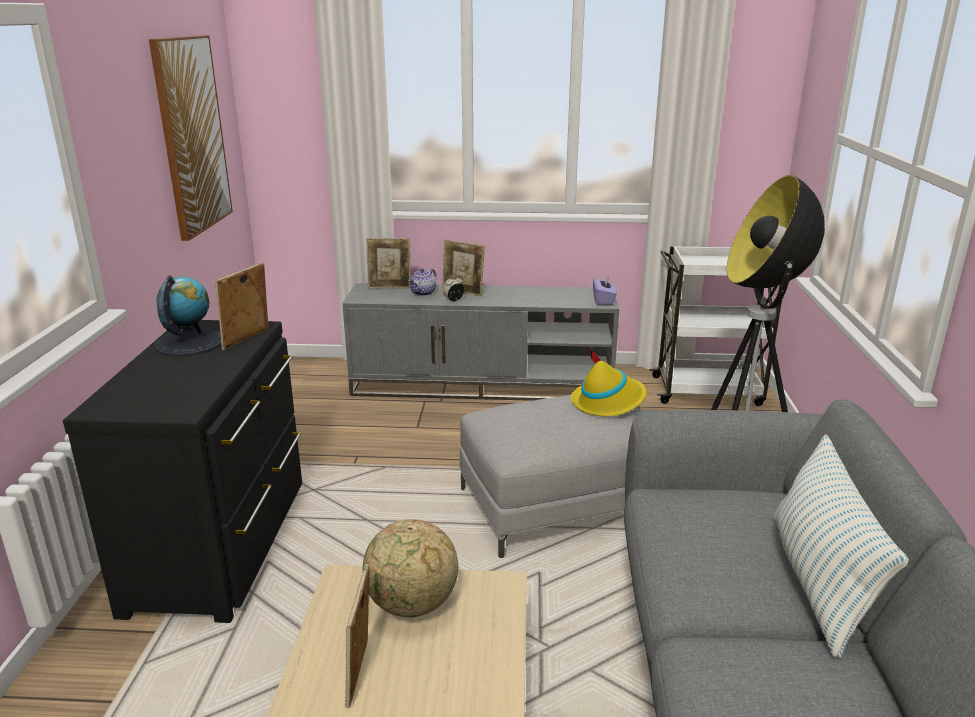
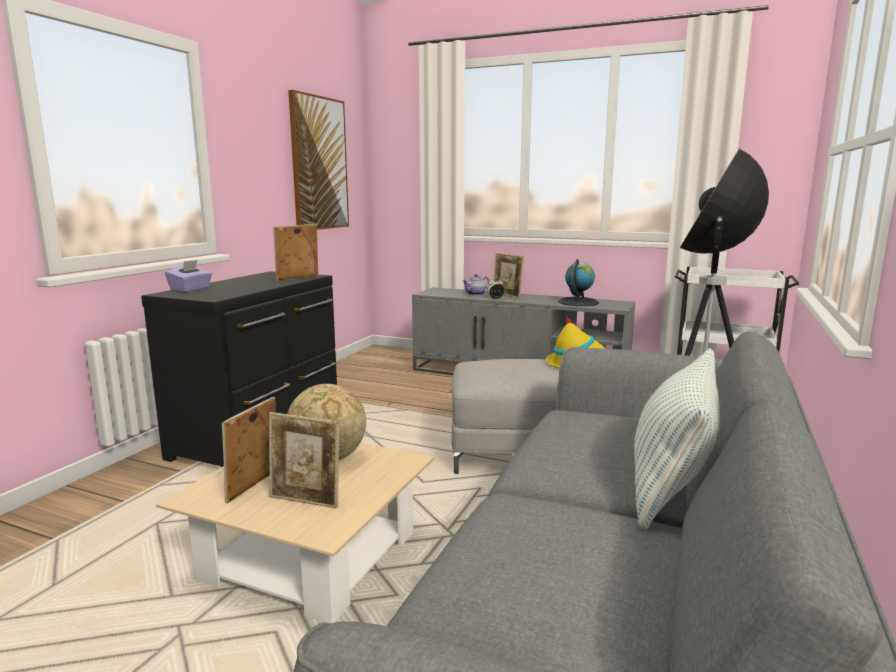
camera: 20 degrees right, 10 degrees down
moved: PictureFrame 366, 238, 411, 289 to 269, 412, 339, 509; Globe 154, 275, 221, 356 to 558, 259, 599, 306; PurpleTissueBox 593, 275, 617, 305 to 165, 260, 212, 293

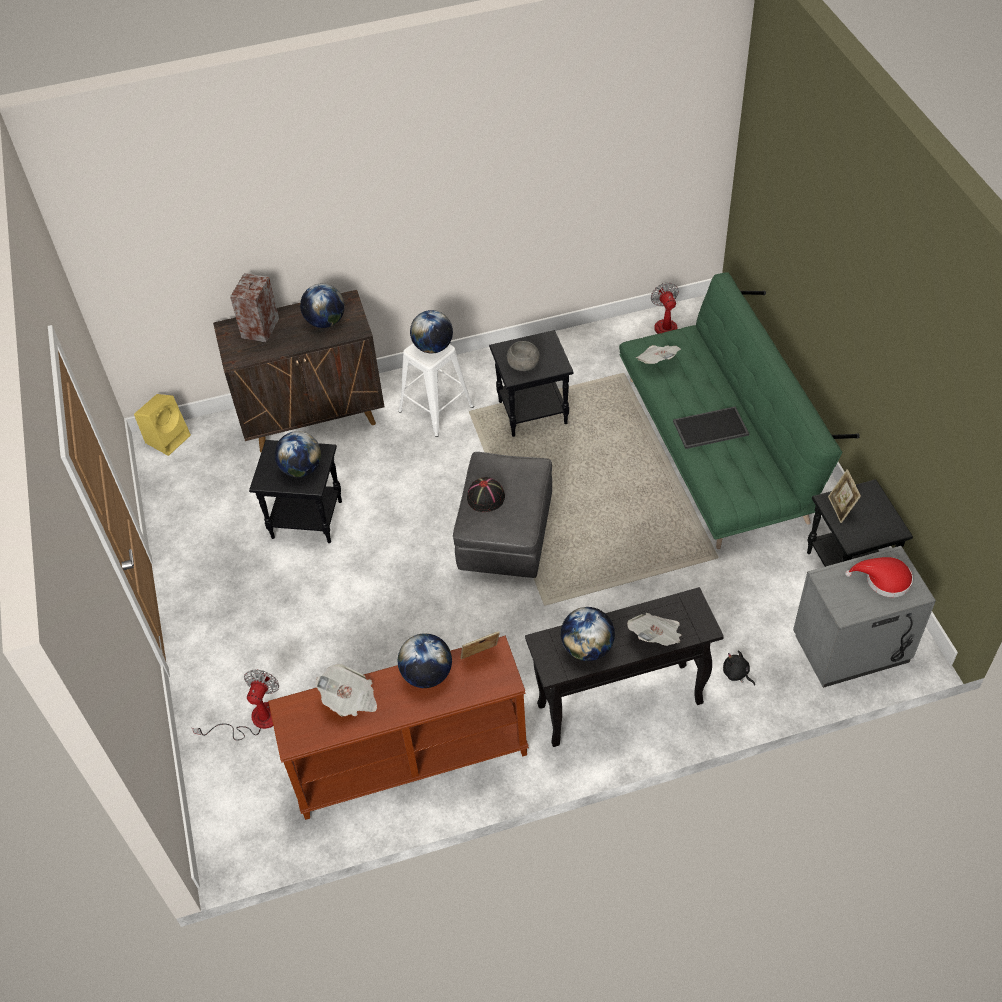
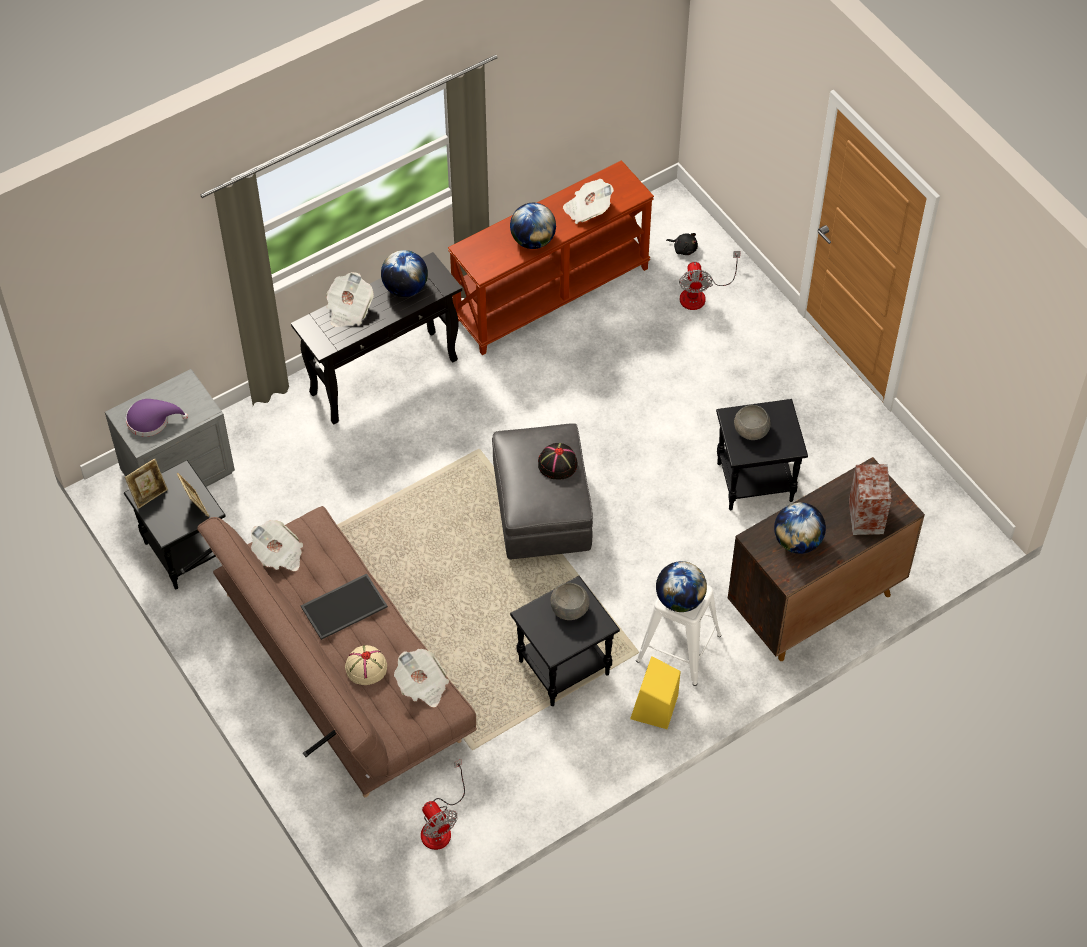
camera: 160 degrees right, 5 degrees up
added: Newspaper 251, 520, 303, 571; BeigeHat 345, 645, 387, 685
moved: YellowSpeaker 134, 394, 191, 456 to 630, 656, 681, 729; PictureFrame 460, 631, 500, 659 to 125, 458, 168, 509; BlackPlushToy 723, 651, 755, 686 to 666, 233, 698, 255
replaced: Globe 275, 431, 321, 477 to GreyBowl 734, 405, 770, 440
recoloured: GreenSofa 619, 272, 860, 549 to BrownSofa 180, 506, 477, 797; RedHat 845, 557, 913, 597 to PurpleHat 126, 399, 188, 436

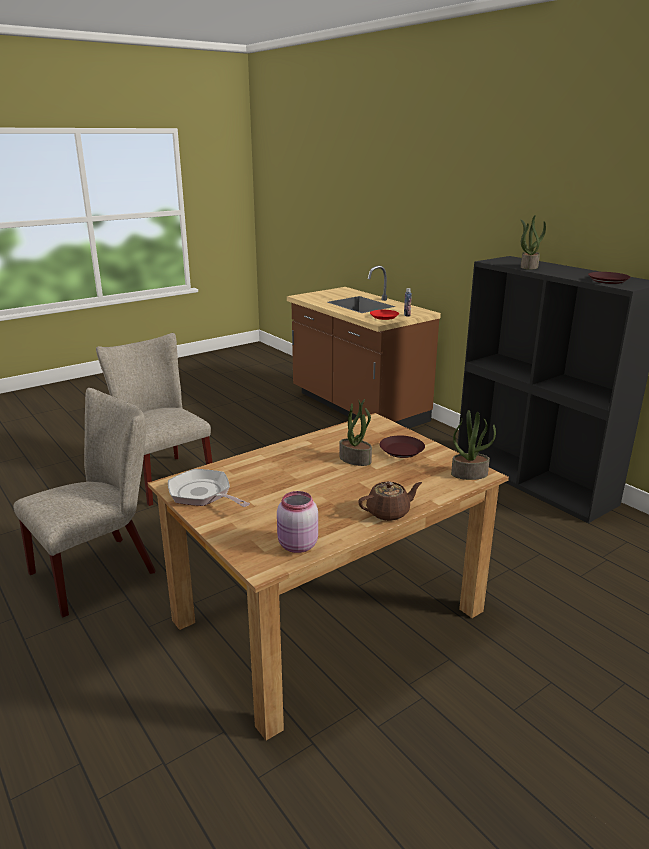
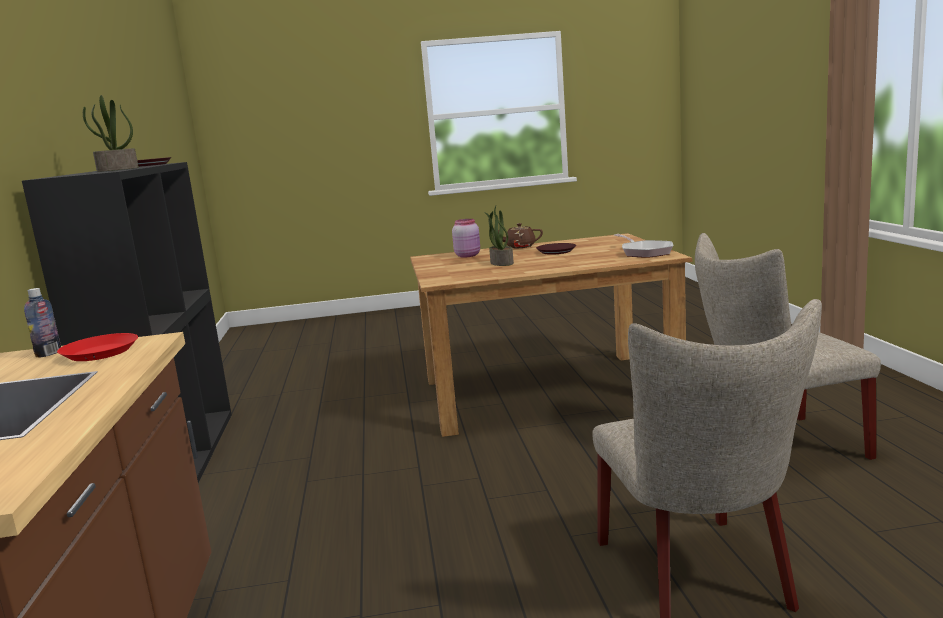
camera: 150 degrees left, 10 degrees down
removed: PottedPlant 451, 410, 496, 480
moved: BrownPlate 379, 436, 425, 458 to 536, 243, 576, 255; PinkJar 277, 491, 318, 553 to 452, 219, 480, 258

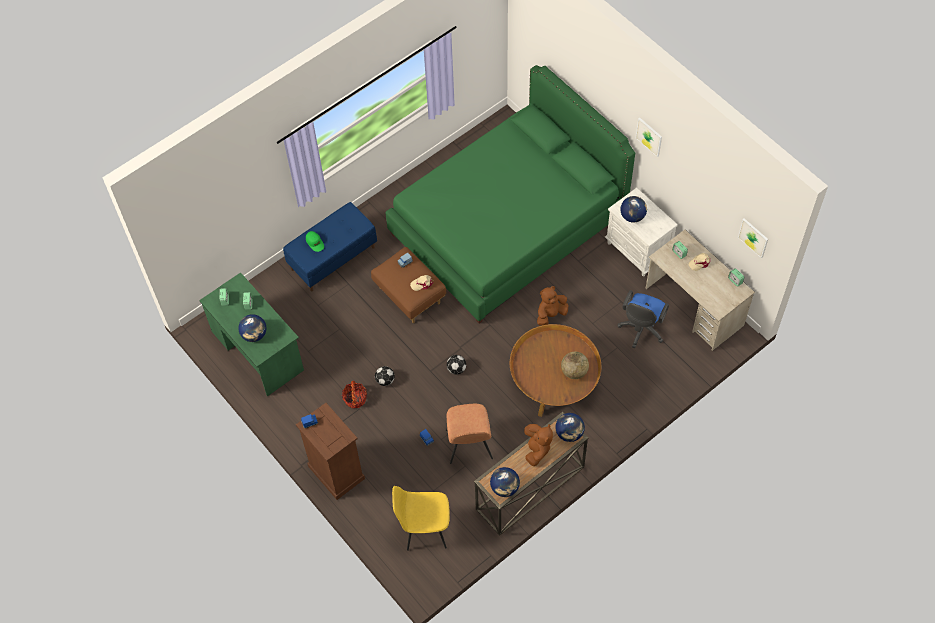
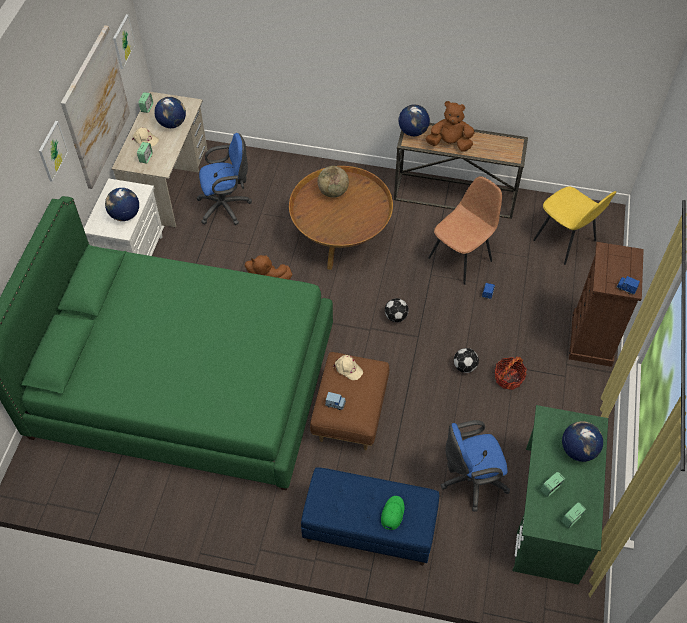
camera: 130 degrees left, 5 degrees down
added: Picture 61, 25, 130, 189; BlueOfficeChair 441, 420, 510, 512
moved: Globe 490, 467, 520, 497 to 154, 97, 186, 128
turned: BrownPlushToy 524, 424, 553, 466 = 426, 101, 475, 152 45 degrees clockwise

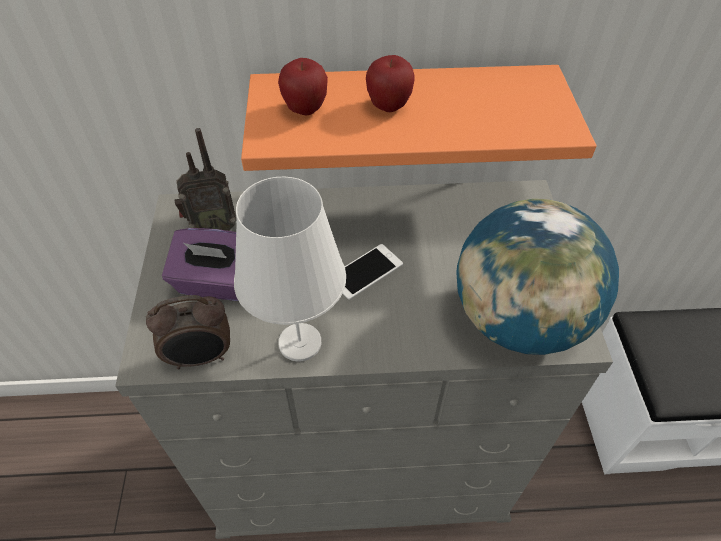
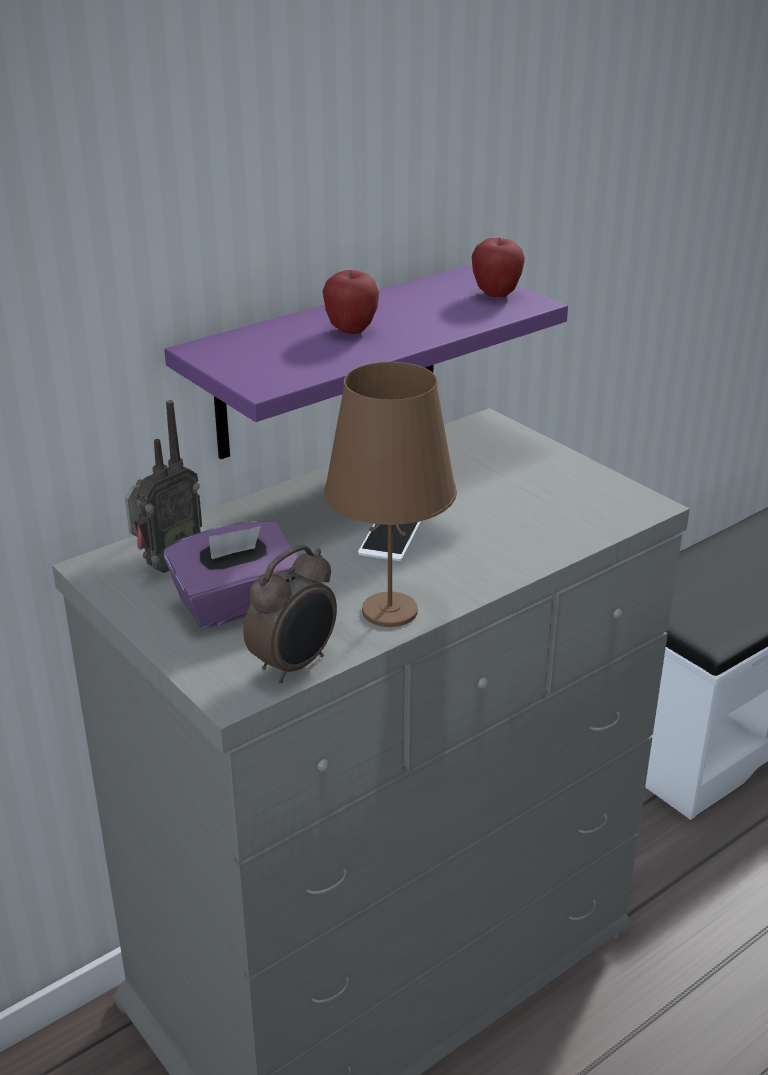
camera: 35 degrees left, 20 degrees down
removed: Globe 456, 199, 619, 355
moved: Apple 278, 58, 328, 115 to 472, 237, 525, 297
recoloured: OrangeShelf 241, 65, 596, 171 to PurpleShelf 164, 266, 568, 459; WhiteTableLamp 234, 177, 346, 362 to BrownTableLamp 324, 362, 457, 627

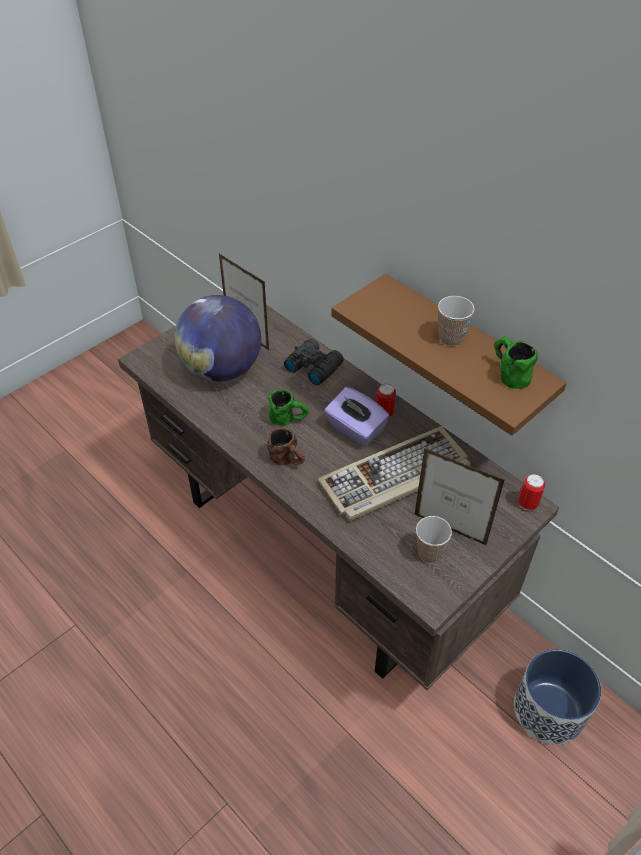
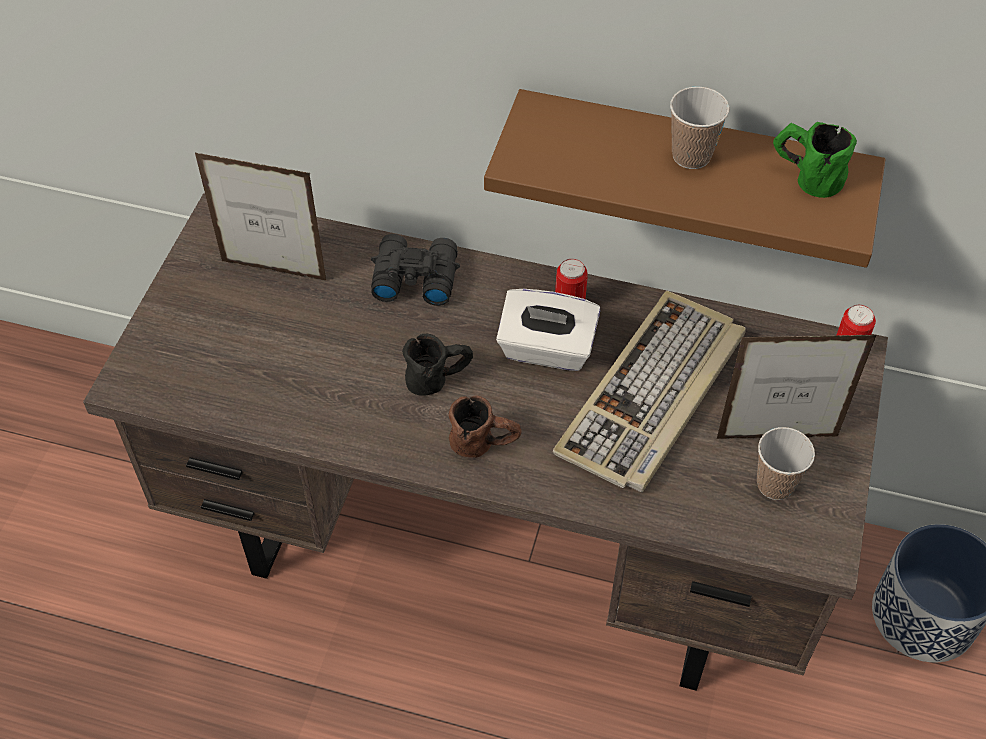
camera: 30 degrees left, 5 degrees up
removed: Globe 175, 295, 261, 382
recoloured: PurpleTissueBox 325, 387, 389, 447 to WhiteTissueBox 496, 289, 600, 371; GreenMug 268, 390, 309, 426 to BlackMug 402, 334, 473, 396

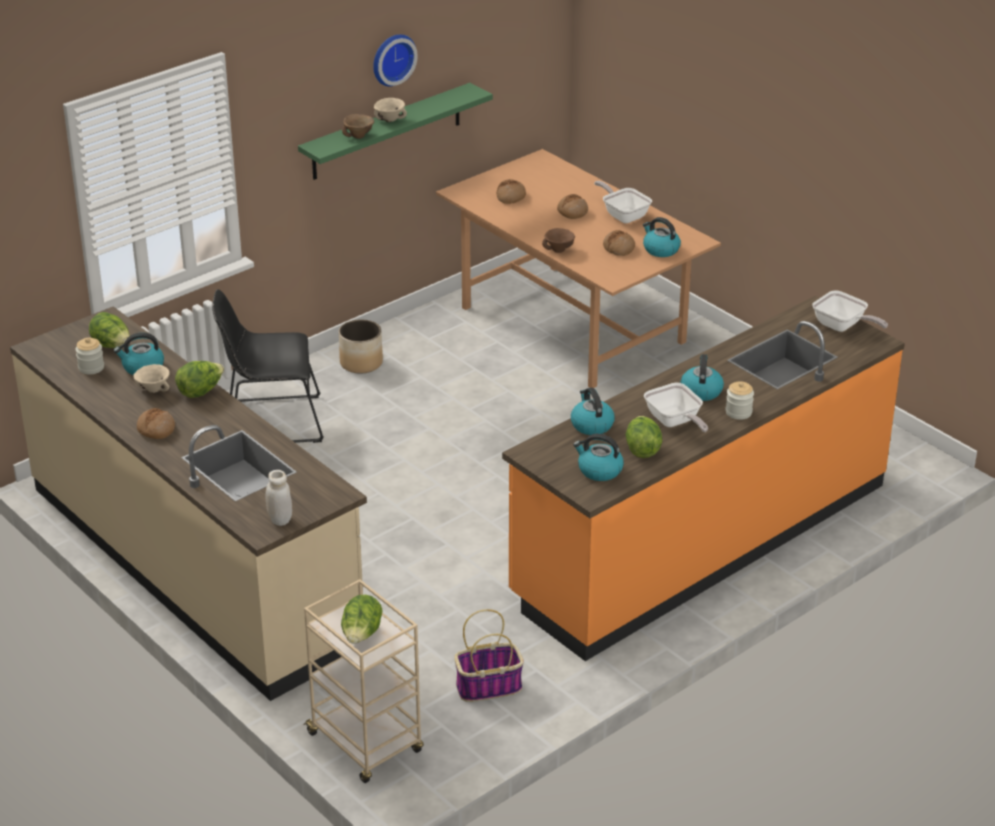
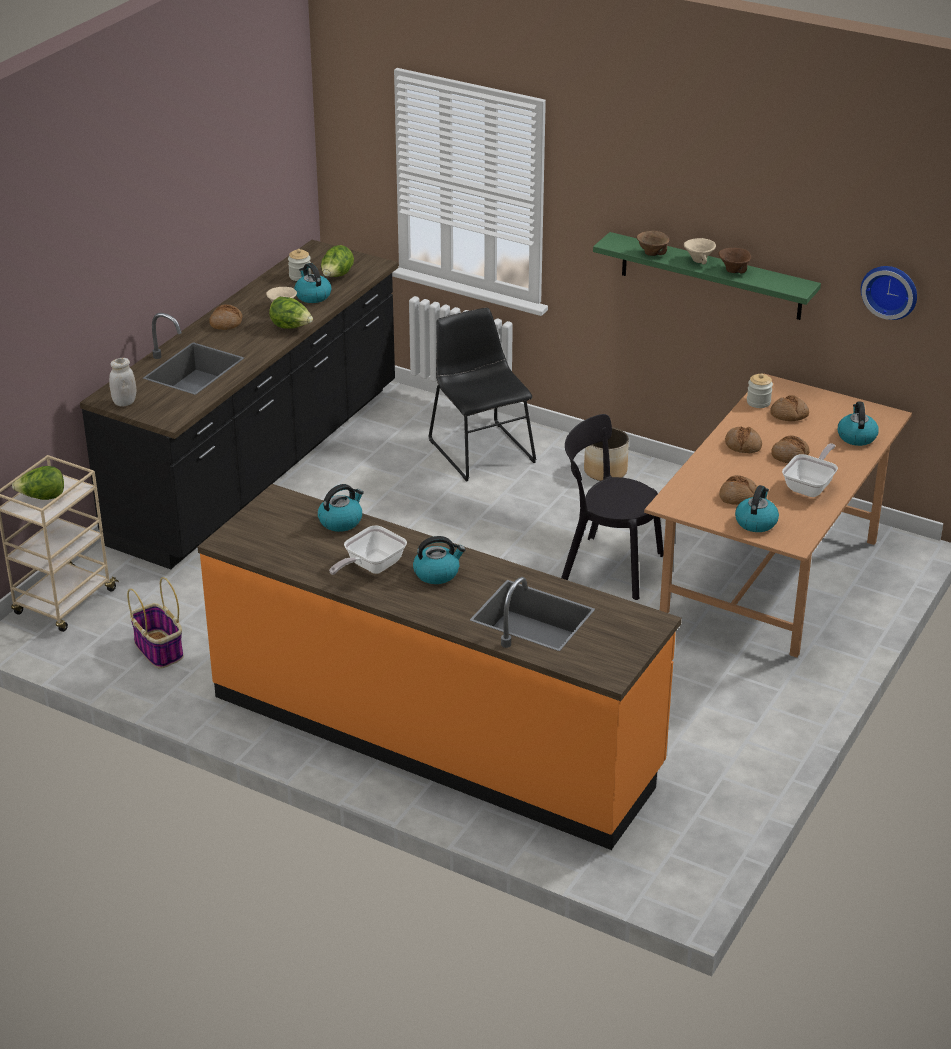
camera: 70 degrees right, 0 degrees up
removed: FryingPan 812, 290, 888, 332; Lettuce 626, 416, 662, 458
added: BlackChair 561, 414, 664, 600; Bread 725, 427, 762, 453
moved: WallClock 373, 35, 418, 87 to 861, 266, 917, 320; BrownBowl 542, 228, 575, 253 to 718, 248, 751, 274; Jar 726, 381, 754, 420 to 747, 373, 773, 408; Kettle 573, 434, 624, 481 to 838, 402, 879, 446
recoloured: BeigeCounter 10, 306, 367, 701 to BlackCounter 80, 240, 399, 569

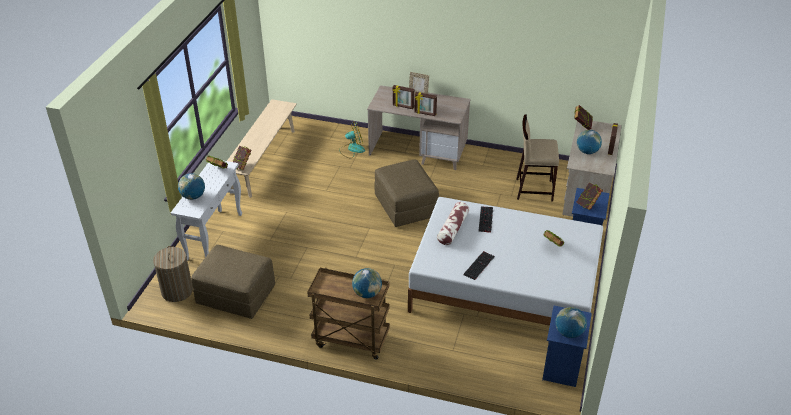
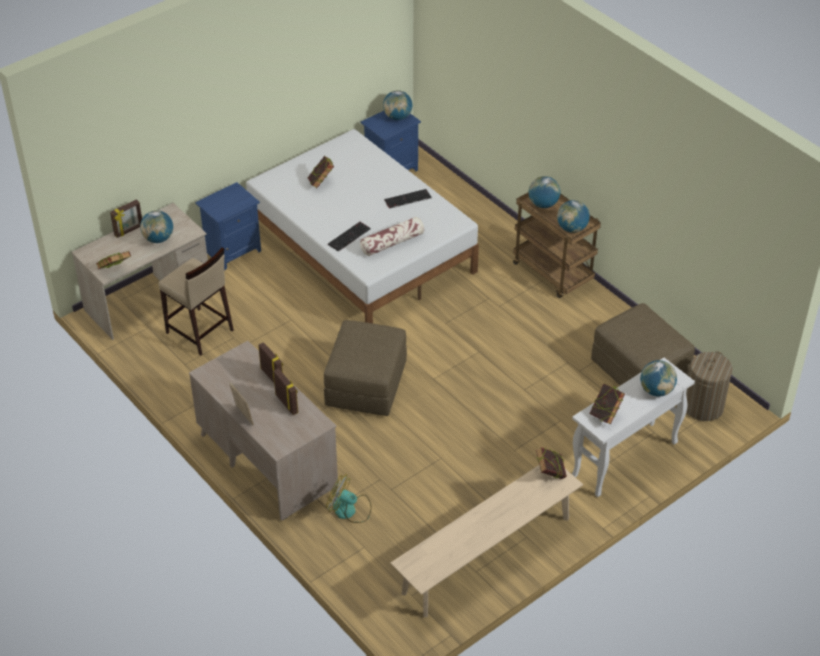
camera: 145 degrees left, 5 degrees up
removed: Book 576, 183, 603, 210
added: Globe 557, 200, 590, 233

